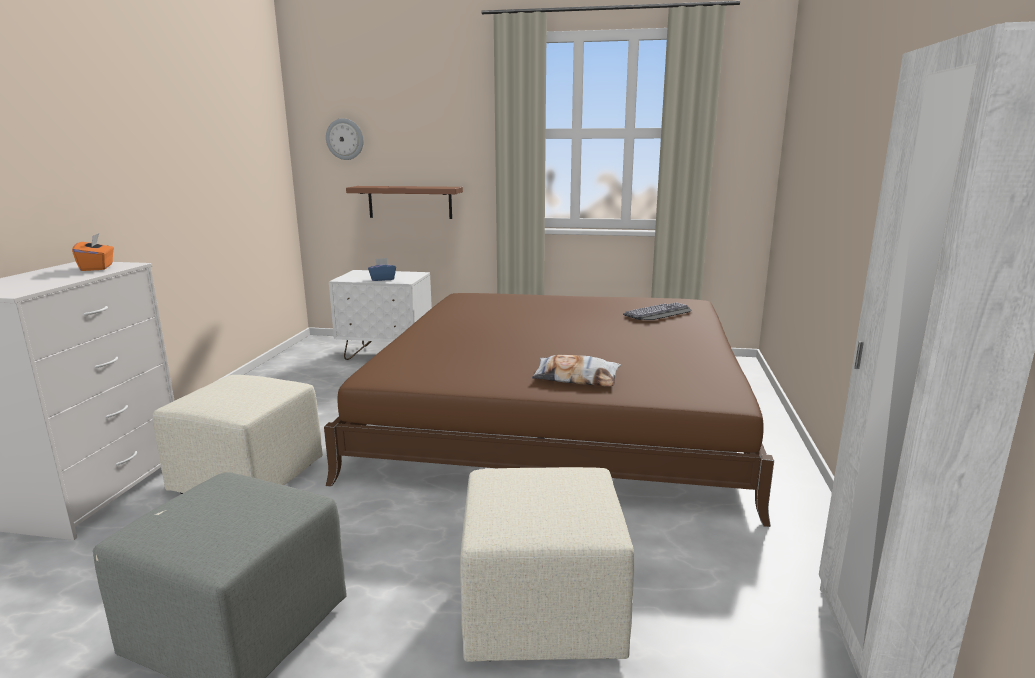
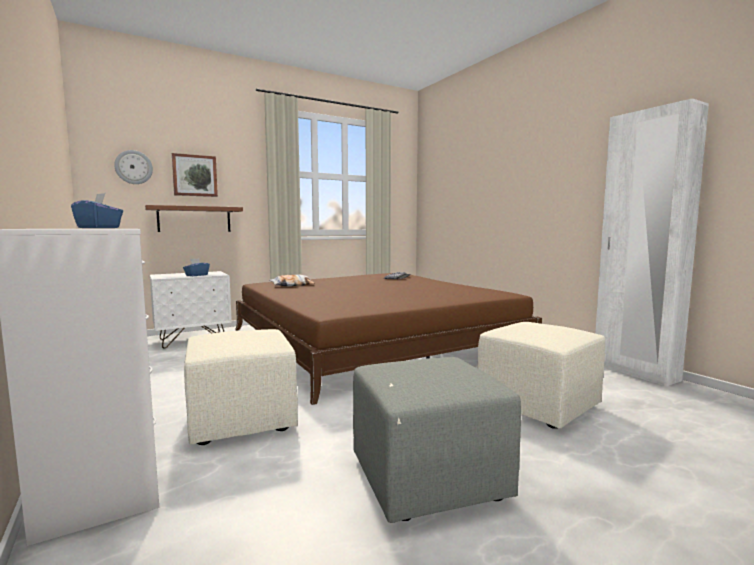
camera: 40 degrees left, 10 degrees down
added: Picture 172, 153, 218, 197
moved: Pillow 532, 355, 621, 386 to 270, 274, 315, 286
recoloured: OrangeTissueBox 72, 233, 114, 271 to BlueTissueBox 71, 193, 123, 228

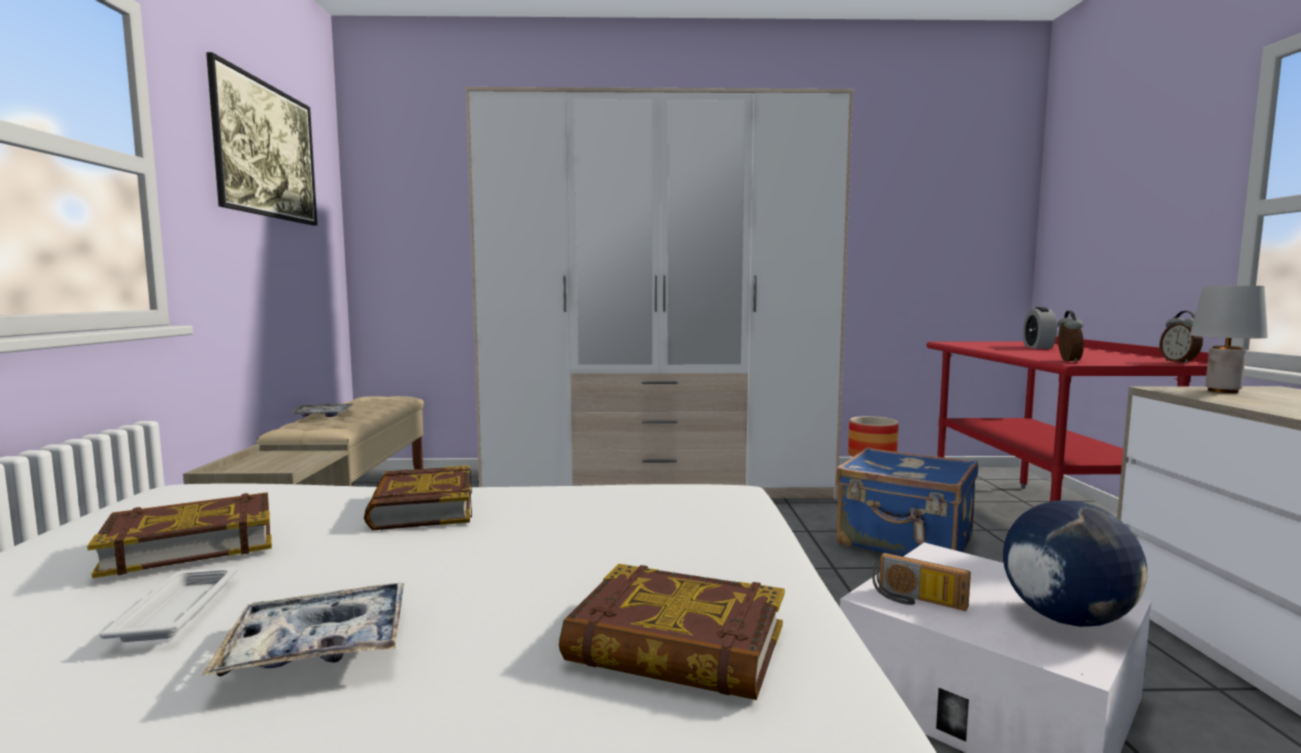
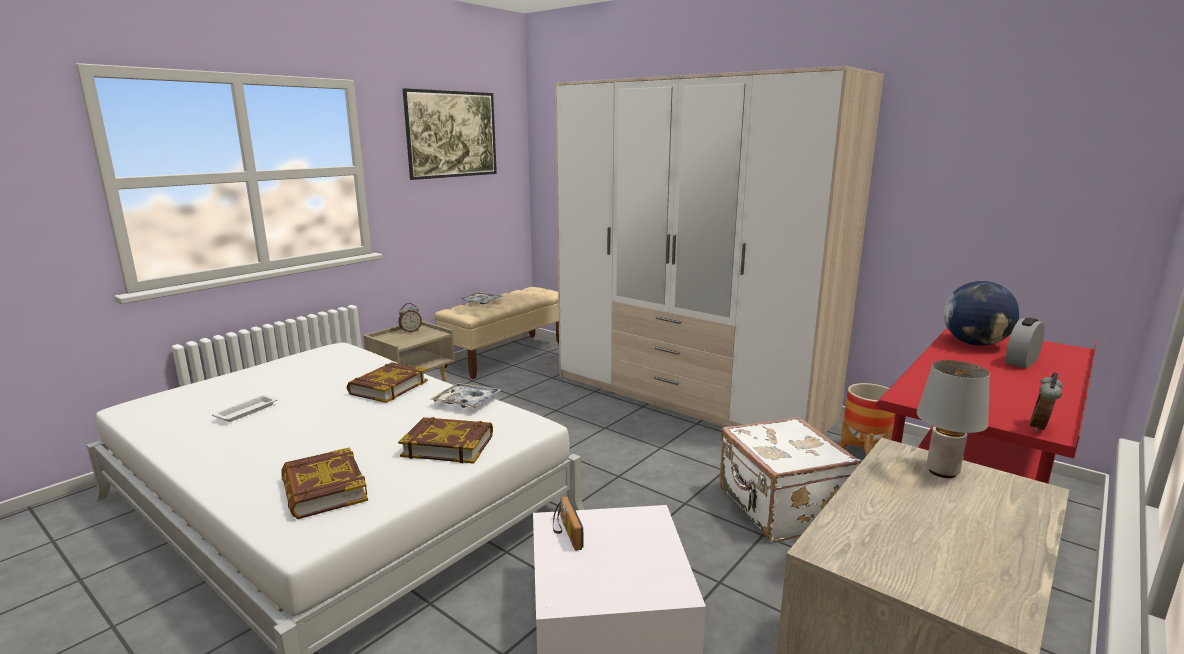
camera: 40 degrees right, 10 degrees up
moved: AlarmClock 1057, 311, 1084, 363 to 398, 303, 422, 333; Book 87, 492, 272, 578 to 398, 417, 493, 464; Globe 1003, 501, 1147, 627 to 944, 281, 1020, 346; Tray 202, 583, 404, 676 to 430, 383, 501, 408
recoloured: BlueSuitcase 836, 447, 978, 556 to WhiteSuitcase 719, 417, 861, 542

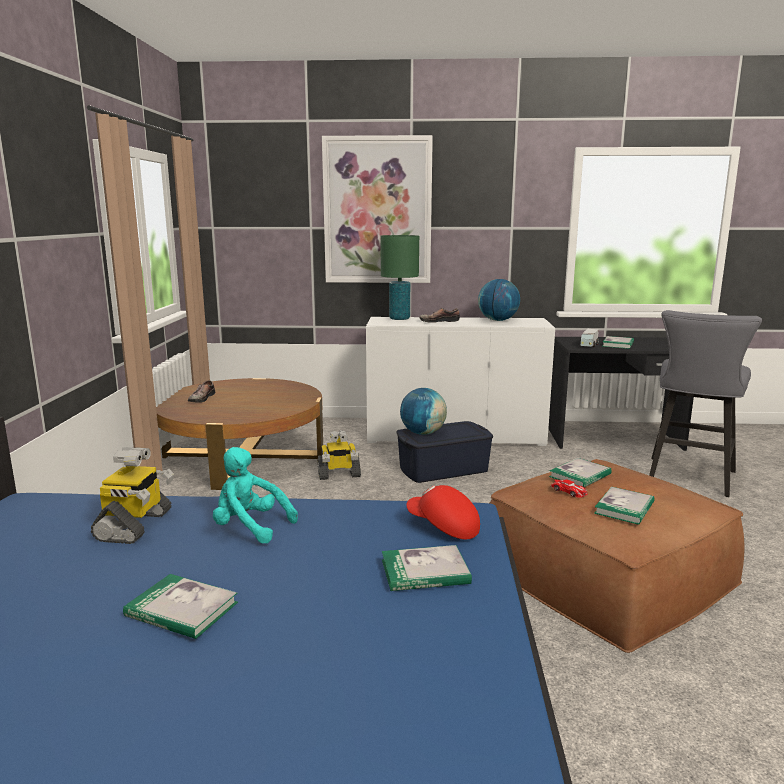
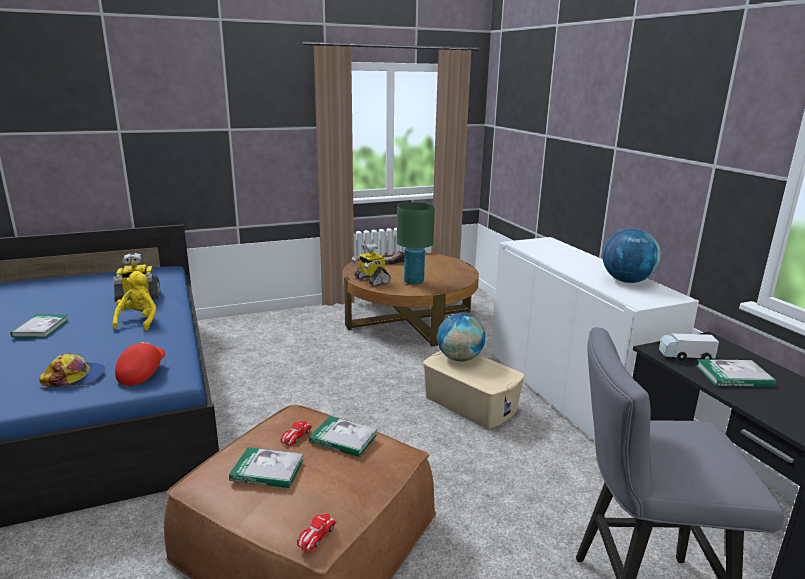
camera: 65 degrees right, 5 degrees up
removed: Picture 322, 135, 433, 283; Shoe 419, 308, 460, 323
added: ToyCar 297, 514, 337, 551
moved: GreenTableLamp 380, 235, 419, 320 to 397, 202, 435, 285; ToyRobot 318, 430, 361, 480 to 352, 243, 391, 287
replaced: Book 382, 545, 472, 591 to Cap 39, 354, 105, 387
recoloured: BlueStorageBox 396, 421, 493, 483 to BeigeStorageBox 423, 351, 525, 429; TurquoisePlushToy 213, 447, 298, 544 to YellowPlushToy 112, 271, 156, 331

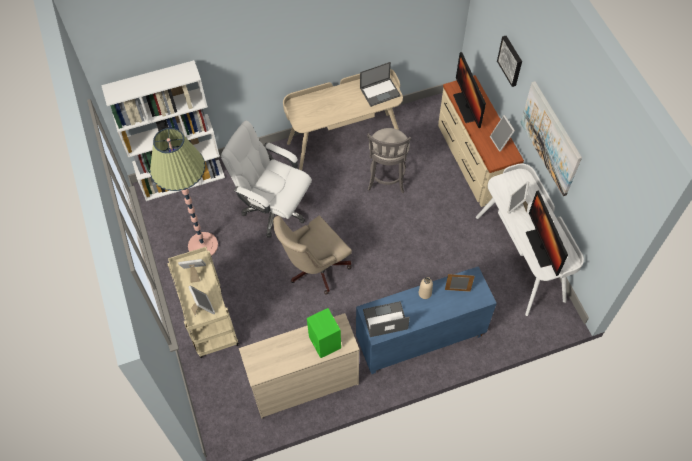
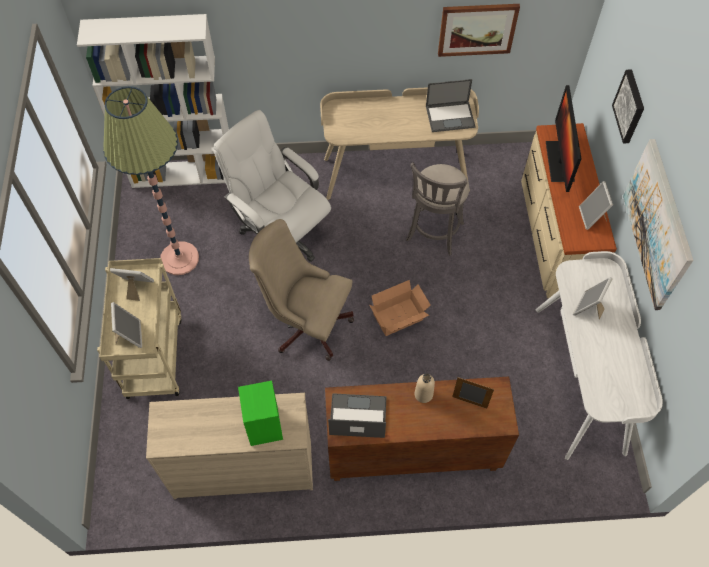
camera: 15 degrees right, 0 degrees up
removed: Monitor 526, 190, 568, 276
added: Picture 438, 4, 520, 57; CardboardBox 369, 280, 431, 336
recoloured: BlueCabinet 356, 266, 497, 374 to BrownCabinet 325, 377, 519, 481
turned: BeigeOfficeChair 273, 215, 352, 295 = 249, 219, 354, 361 45 degrees clockwise

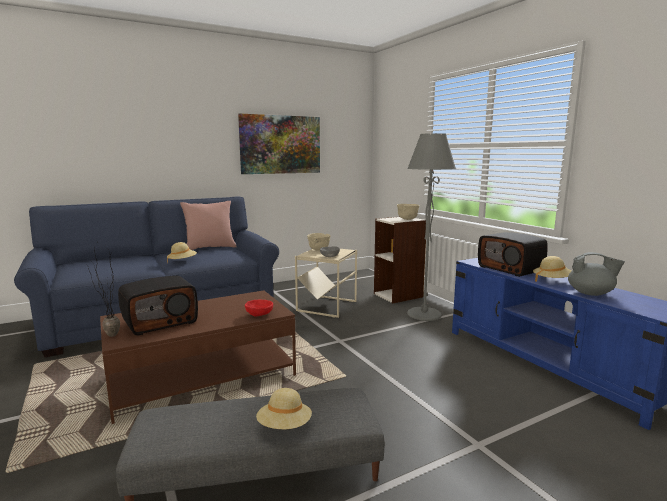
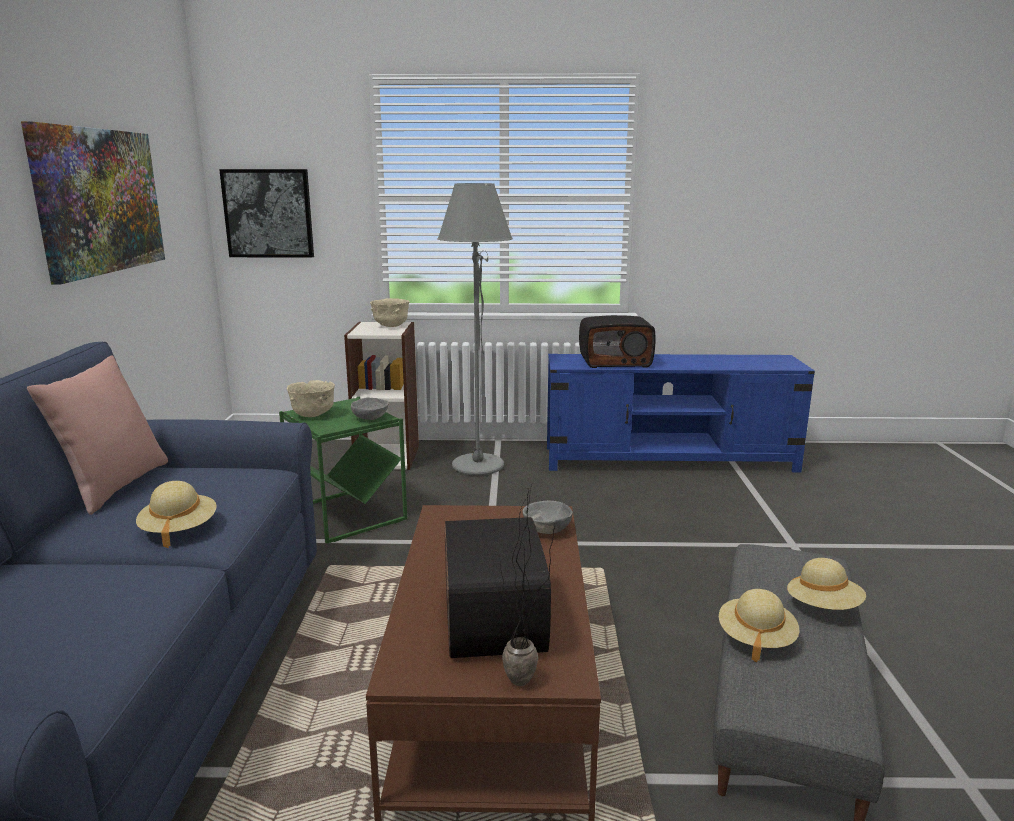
camera: 60 degrees left, 5 degrees up
removed: GreyTeapot 568, 252, 625, 296
added: Picture 219, 169, 314, 258
moved: BeigeHat 533, 256, 571, 281 to 719, 589, 799, 662
recoloured: BeigeSideTable 295, 249, 357, 318 to GreenSideTable 279, 397, 407, 544; RedBowl 245, 300, 273, 316 to GreyBowl 522, 501, 573, 534

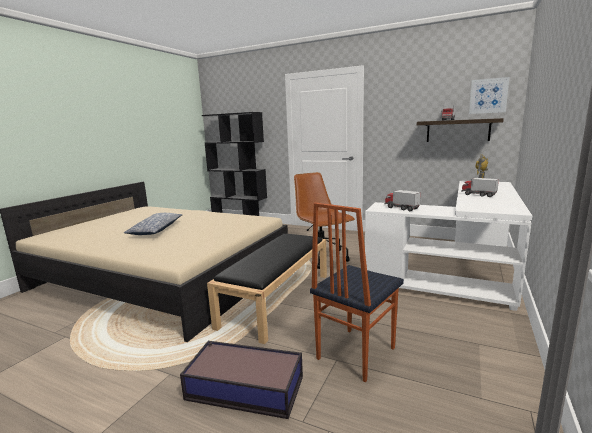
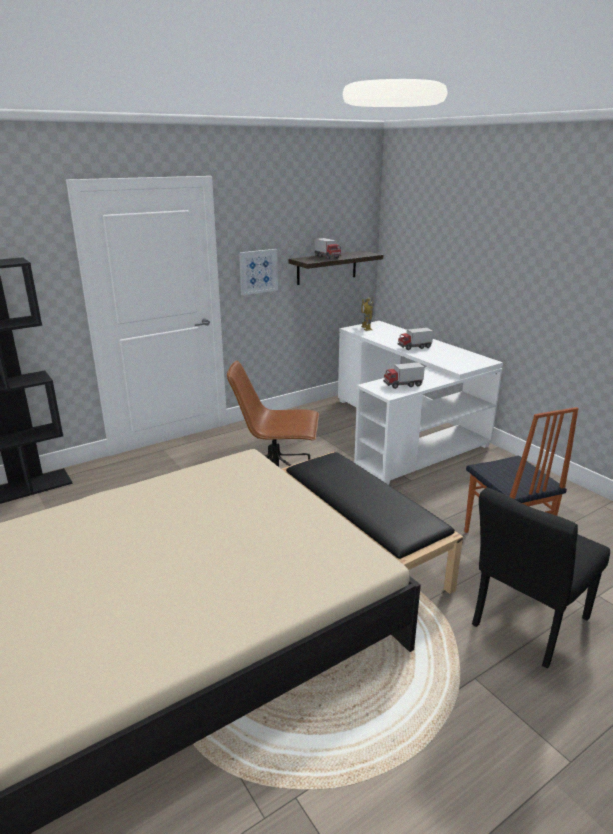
camera: 60 degrees left, 10 degrees up
removed: Pillow 124, 213, 183, 235
moved: Picture 469, 77, 509, 114 to 239, 249, 278, 295
replaced: StorageBox 180, 341, 303, 419 to BlackChair 472, 488, 610, 668

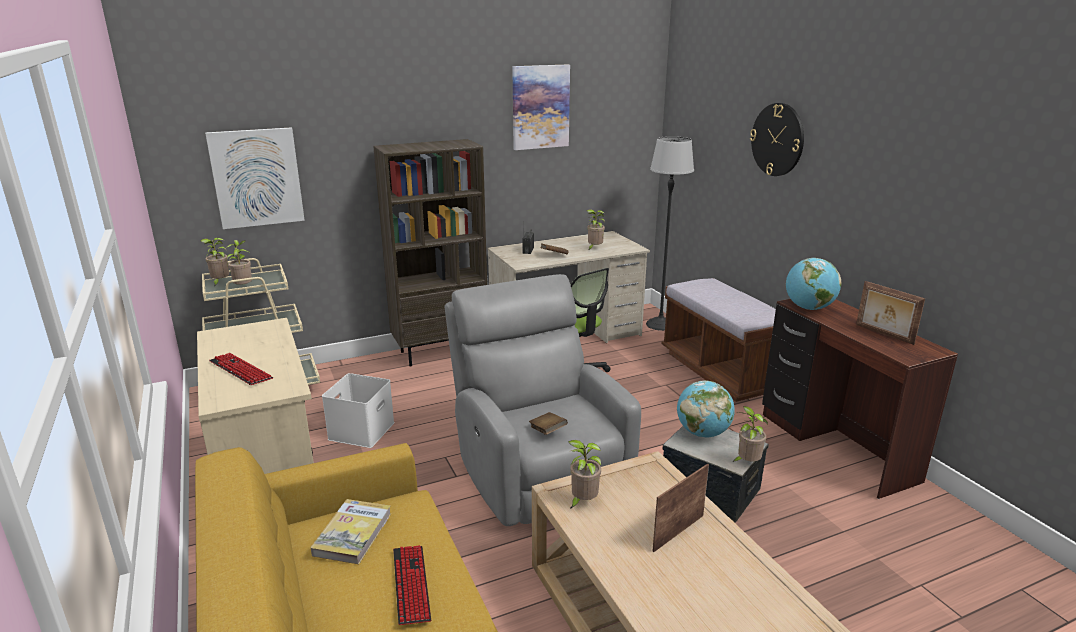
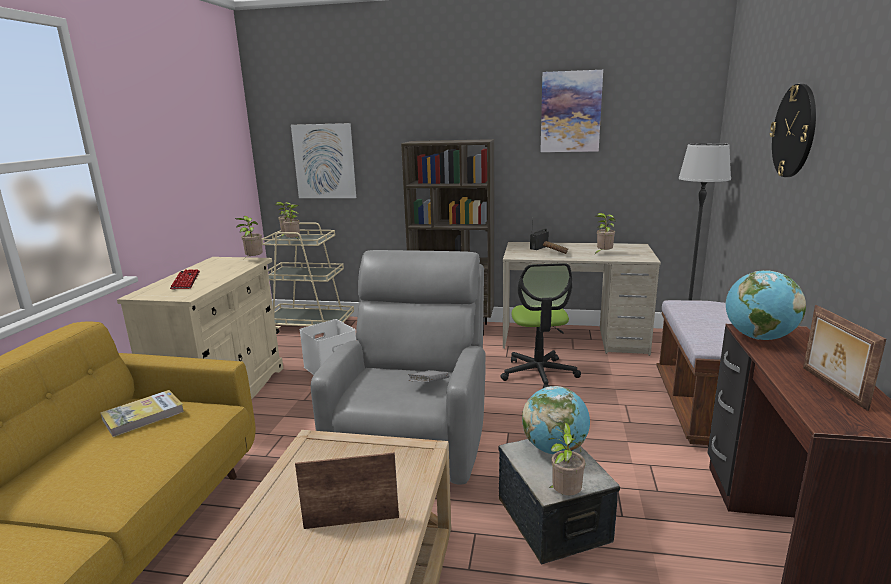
camera: 35 degrees right, 5 degrees down
removed: BrownBook 529, 412, 568, 435; Keyboard 393, 545, 431, 625
added: GreyBook 408, 370, 450, 382
moved: PottedPlant 568, 440, 601, 509 to 235, 216, 263, 259

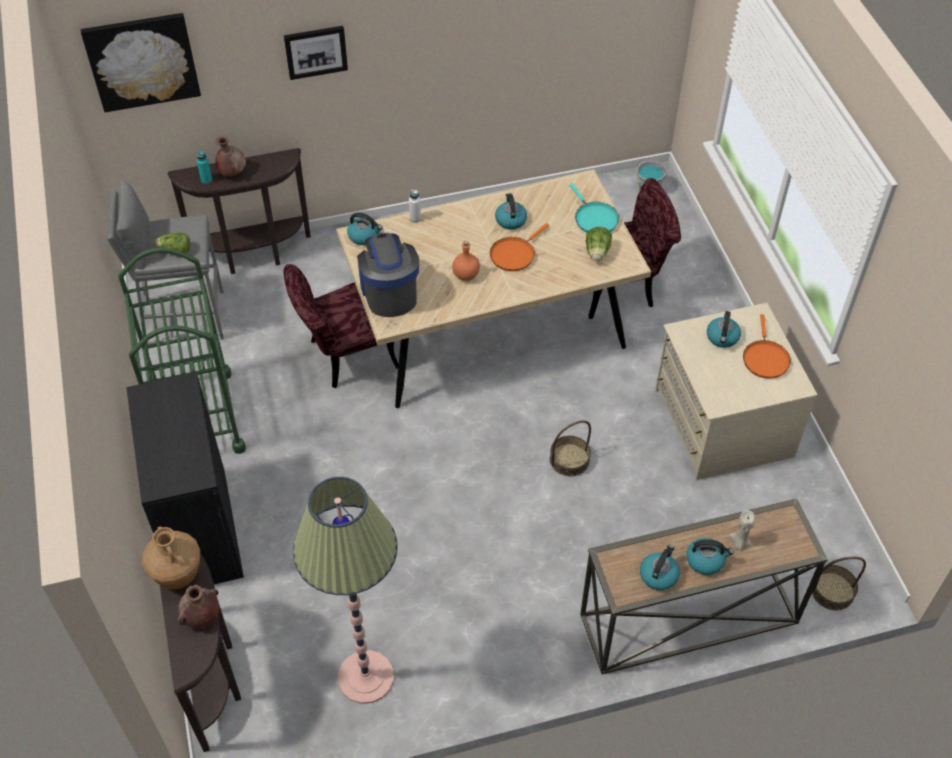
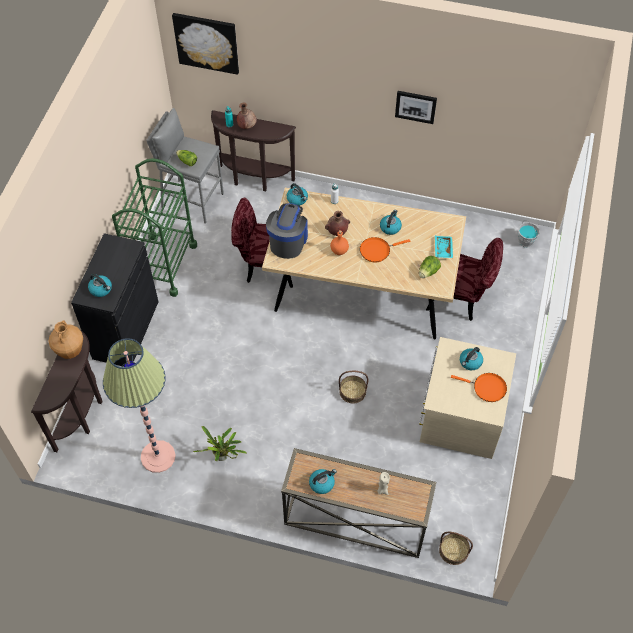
camera: 30 degrees right, 5 degrees up
added: PottedPlant 193, 426, 247, 461
moved: Picture 284, 26, 348, 80 to 395, 91, 437, 124; Kettle 686, 538, 734, 575 to 88, 274, 112, 297; BrownVase 178, 585, 219, 628 to 325, 211, 350, 236
replaced: TurquoiseFryingPan 569, 183, 619, 233 to TurquoiseTray 435, 236, 453, 258
turned: OrangeFryingPan 743, 314, 791, 379 = 451, 373, 507, 402 105 degrees counterclockwise

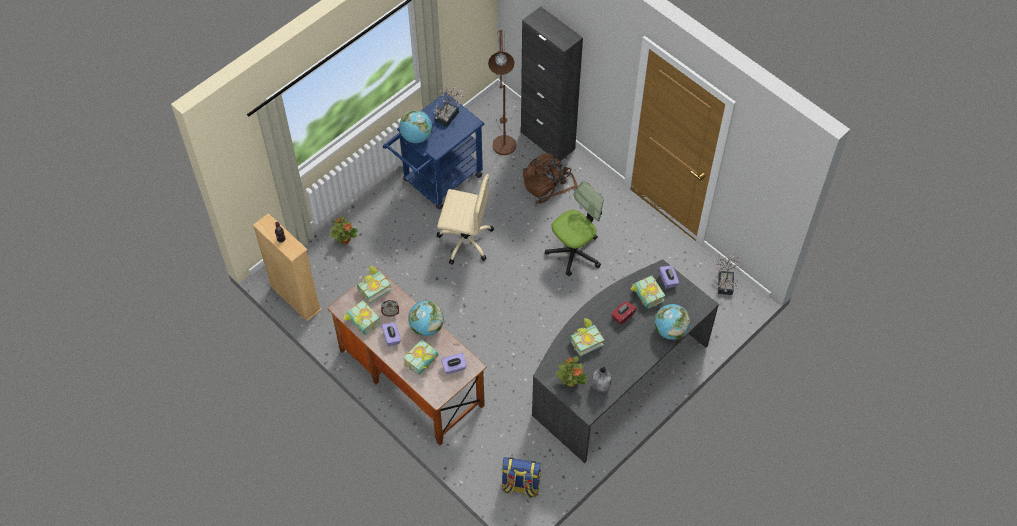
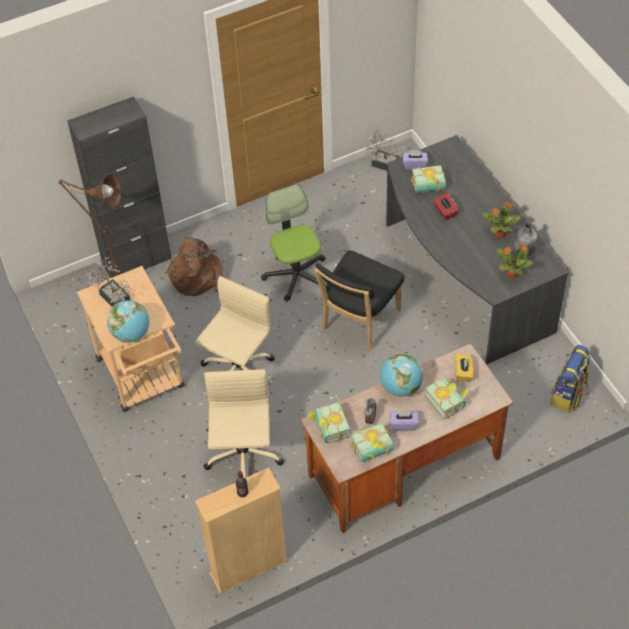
camera: 70 degrees left, 5 degrees down
removed: Globe 654, 304, 690, 340; Book 570, 318, 604, 357
added: BlackChair 314, 250, 404, 351; BeigeOfficeChair 204, 369, 284, 478
moved: PottedPlant 329, 216, 358, 244 to 483, 202, 521, 238
recoloured: BlueCart 383, 92, 485, 209 to BeigeCart 77, 266, 185, 412; PurpleTissueBox 441, 353, 467, 374 to YellowTissueBox 454, 354, 473, 382

